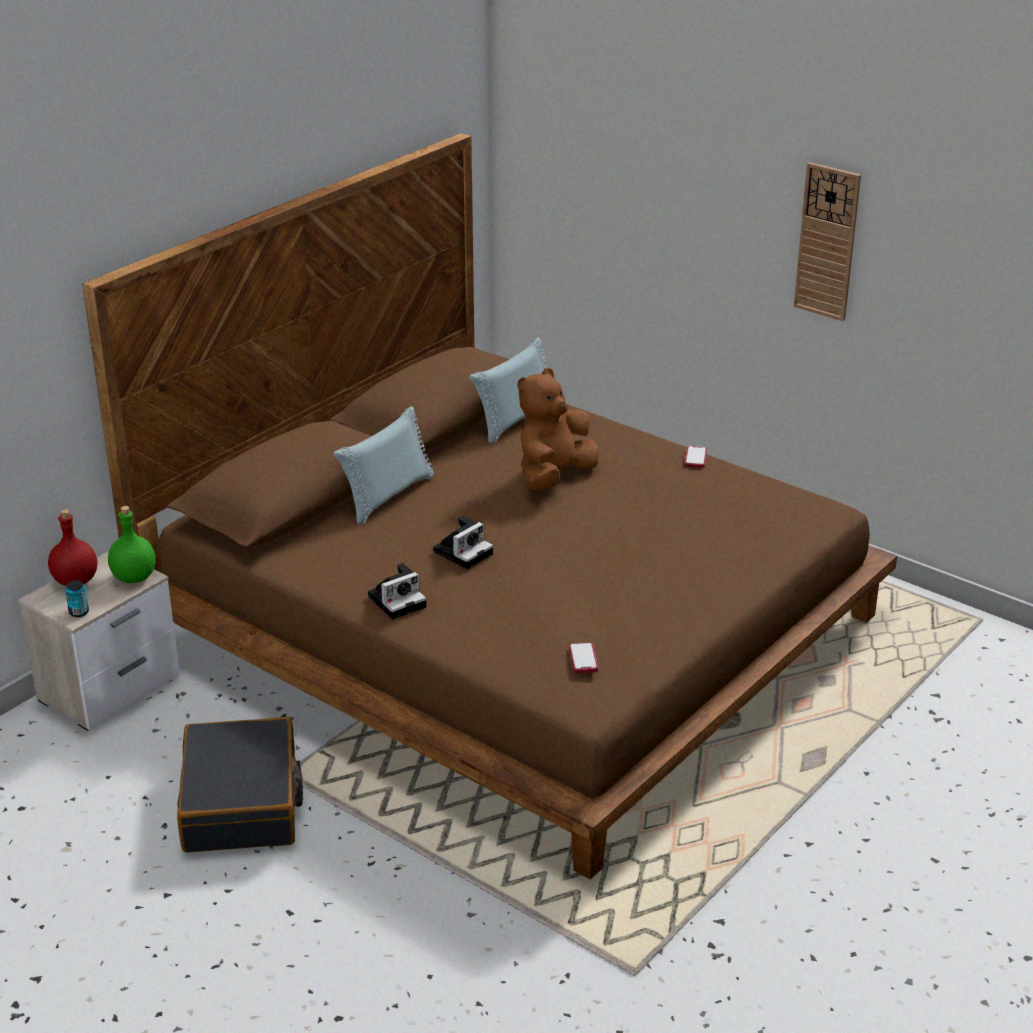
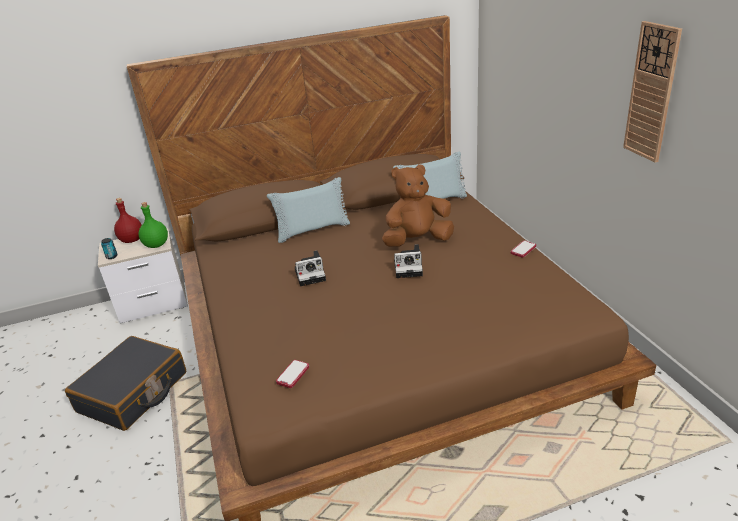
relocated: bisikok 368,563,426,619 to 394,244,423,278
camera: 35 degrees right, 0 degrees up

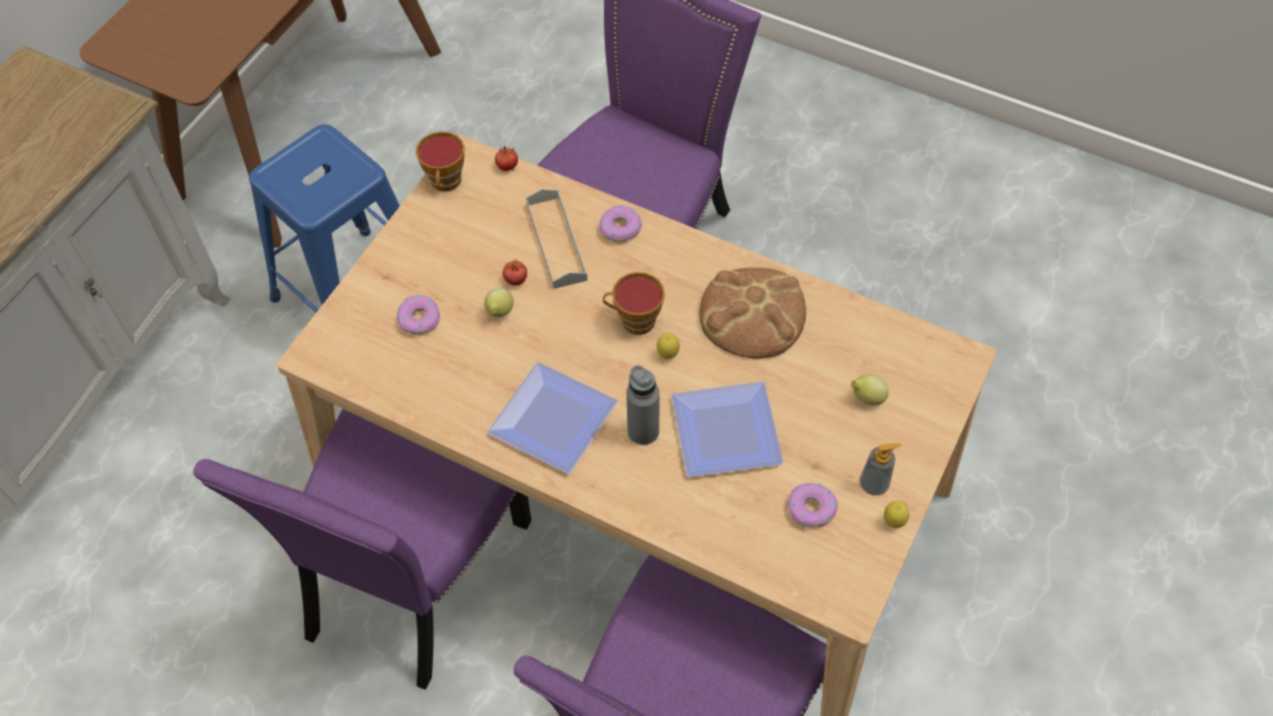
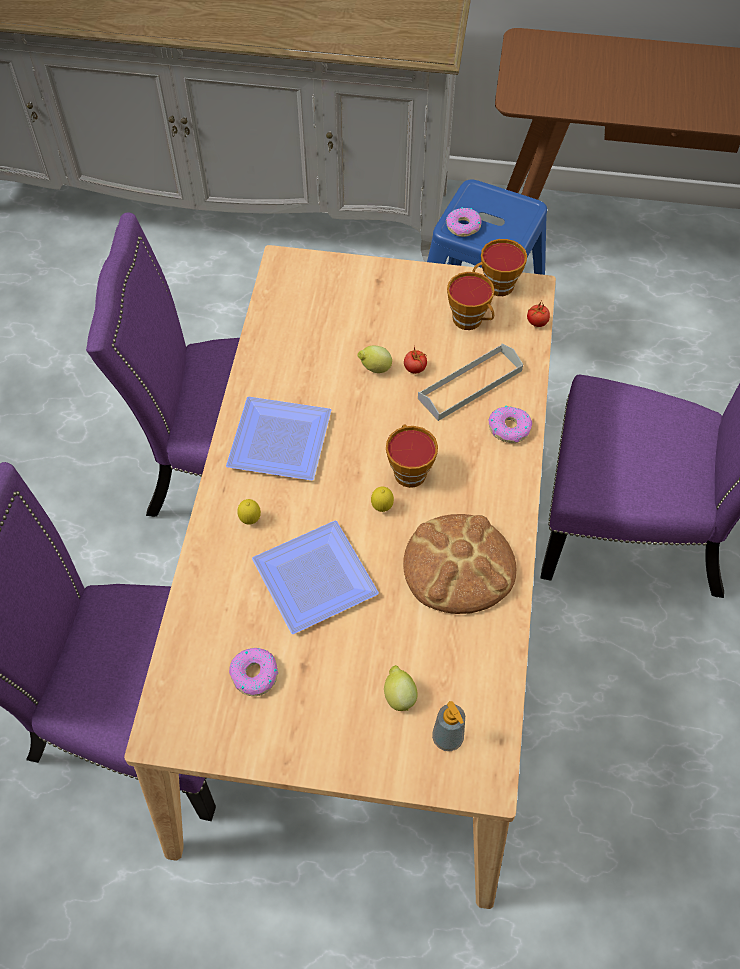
missing: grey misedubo 626,365,660,445
appeared: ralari 447,272,495,330
relocated: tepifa 397,295,440,335 to 446,207,482,237; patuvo 860,443,902,495 to 432,701,465,751; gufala 884,501,909,528 to 237,499,261,525
camera: 70 degrees right, 0 degrees up

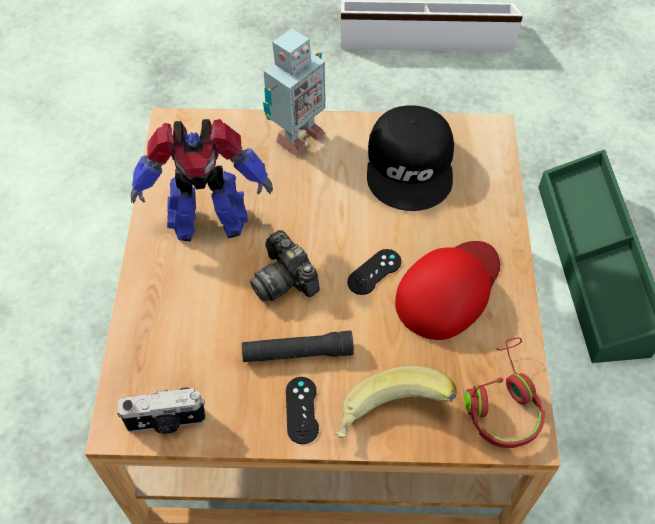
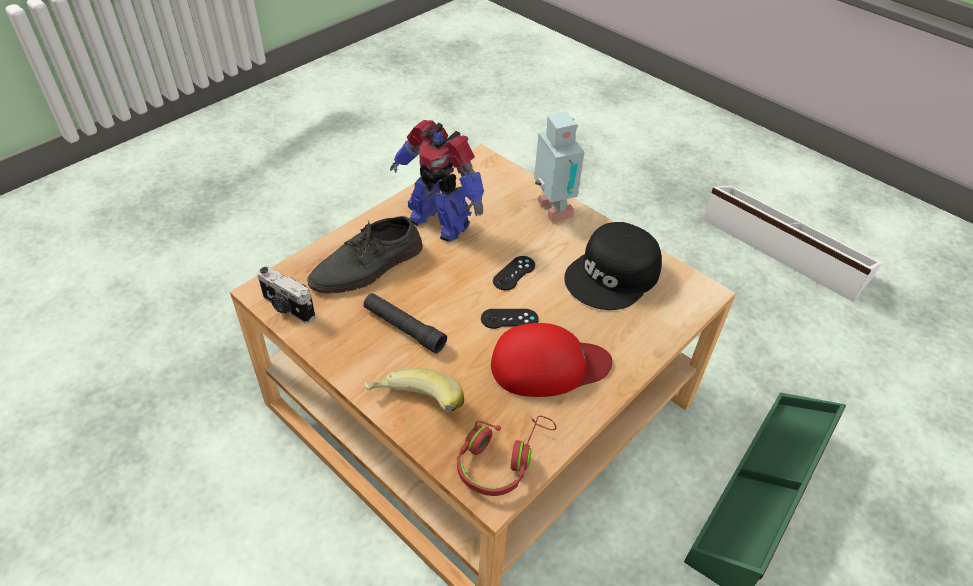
missing: bisikok 250,230,320,302
appeared: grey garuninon 307,216,423,293
relocated: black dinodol 286,377,319,444 to 493,256,535,290
spun: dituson 263,28,326,157 = 534,112,584,222 105 degrees counterclockwise
camera: 40 degrees right, 10 degrees down

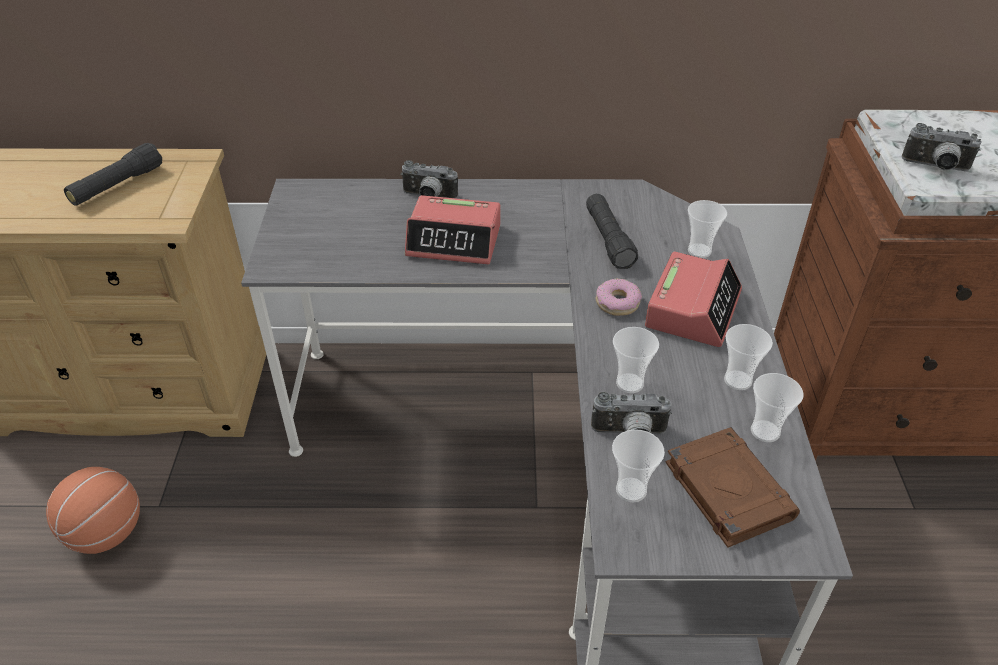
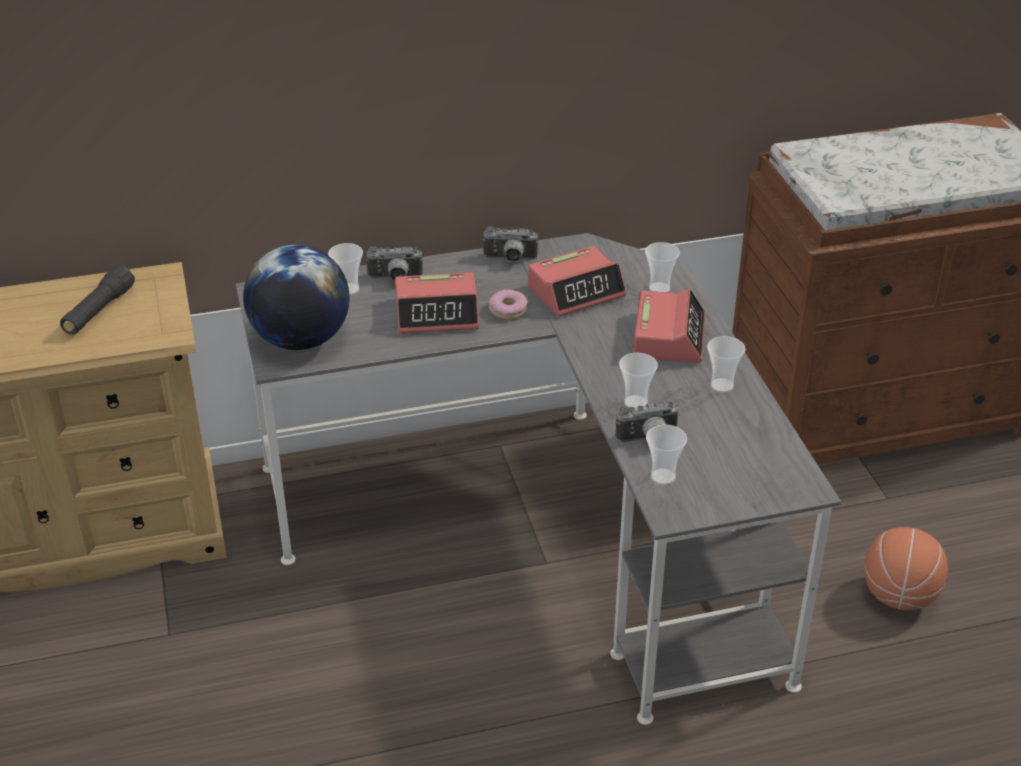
missing: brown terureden 665,427,800,548
appeared: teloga 243,245,350,350
relocated: bisikok 901,123,982,171 to 482,226,538,262; tepifa 596,278,642,316 to 489,289,528,320; ralari 751,373,804,442 to 328,243,363,295; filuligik 46,467,140,554 to 864,527,948,610
exchanged: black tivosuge 586,194,638,269 to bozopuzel 528,246,626,317
camera: 15 degrees left, 5 degrees down

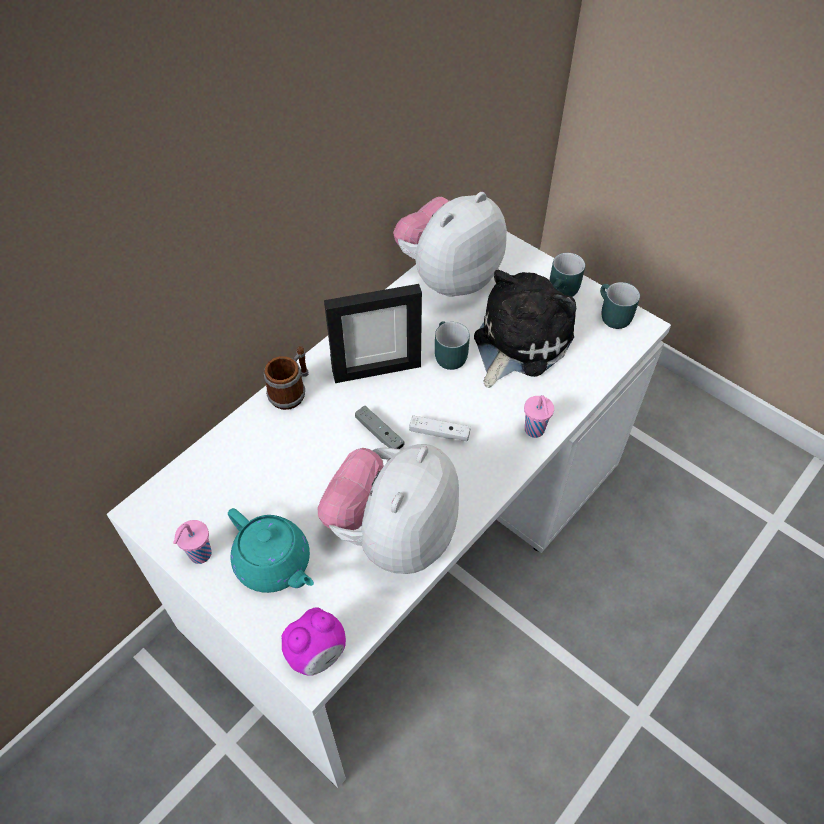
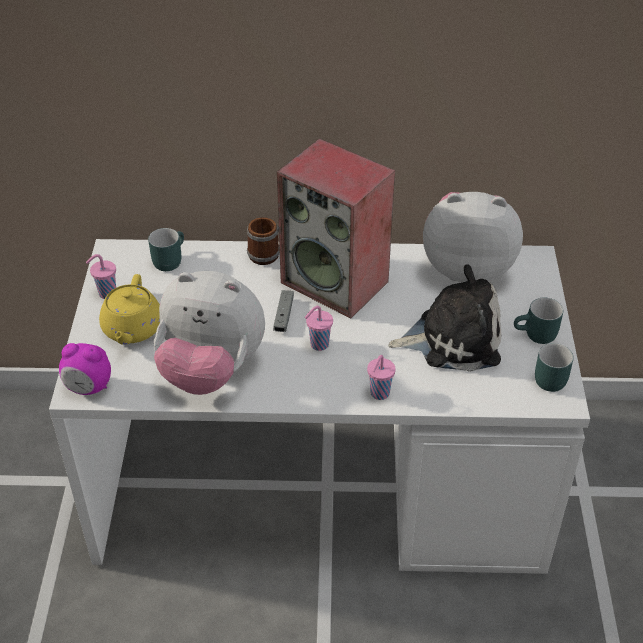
relocated: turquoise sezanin 435,321,470,370 to 148,228,184,271
exchanged: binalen 324,284,422,383 to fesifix 277,139,395,318; white dinodol 409,415,470,441 to pink ralari 305,306,333,351
colour: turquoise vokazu 228,508,314,593 to yellow vokazu 99,274,160,345
spun: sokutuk 318,444,459,574 = 154,271,265,395 150 degrees counterclockwise
camera: 50 degrees right, 10 degrees down

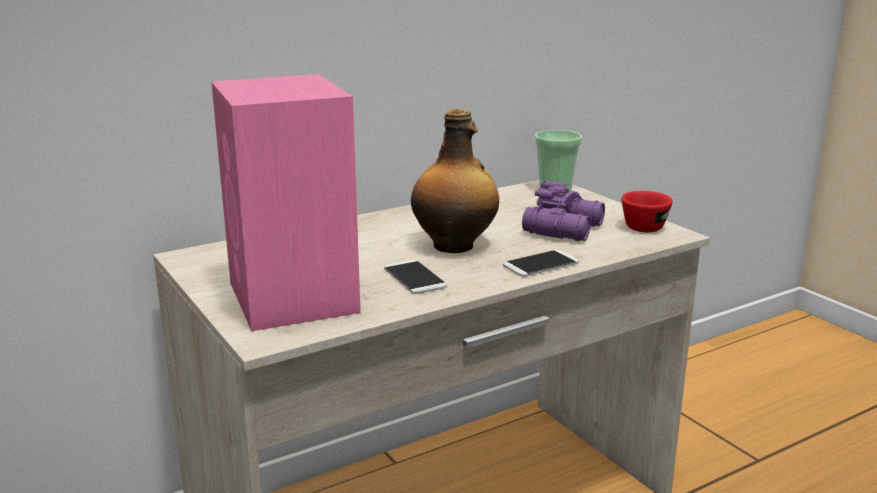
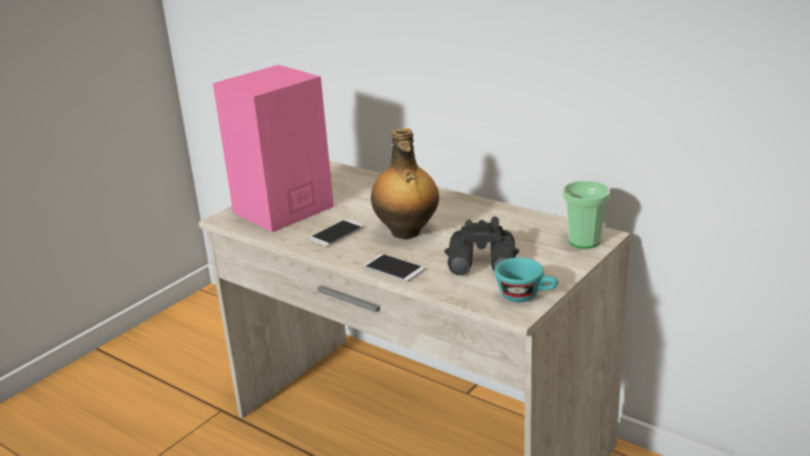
colour: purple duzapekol 522,181,605,241 to black duzapekol 444,216,519,275; red ralari 621,191,673,232 to turquoise ralari 495,258,558,302
camera: 70 degrees right, 5 degrees up

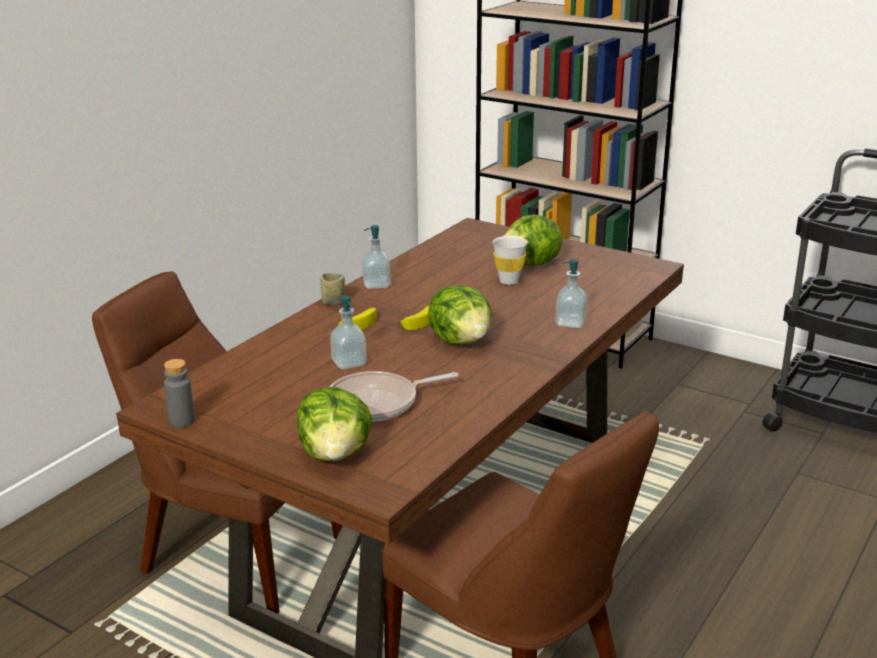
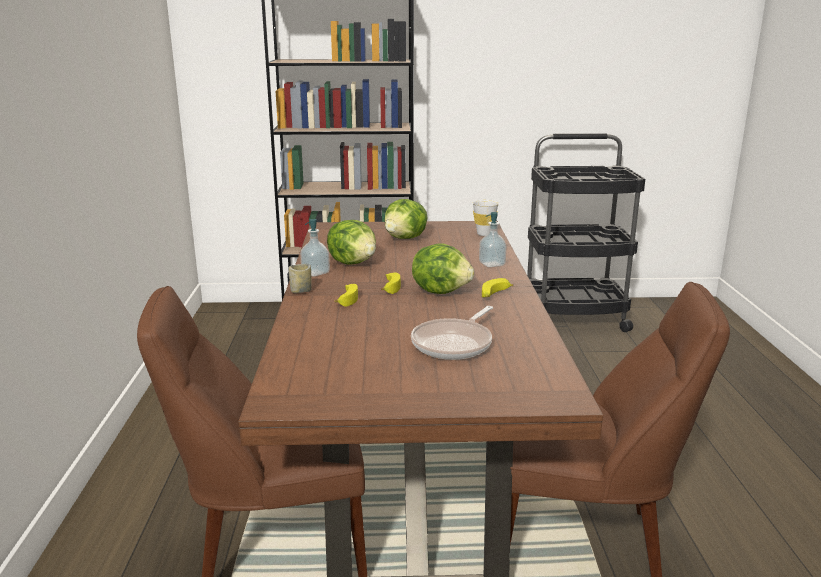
missing: patuvo 330,295,367,370; grey misedubo 164,359,195,428
appeared: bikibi 482,278,513,297
relocated: white ralari 493,236,528,285 to 473,200,499,236; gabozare 297,387,372,461 to 327,220,376,265
camera: 35 degrees left, 5 degrees down

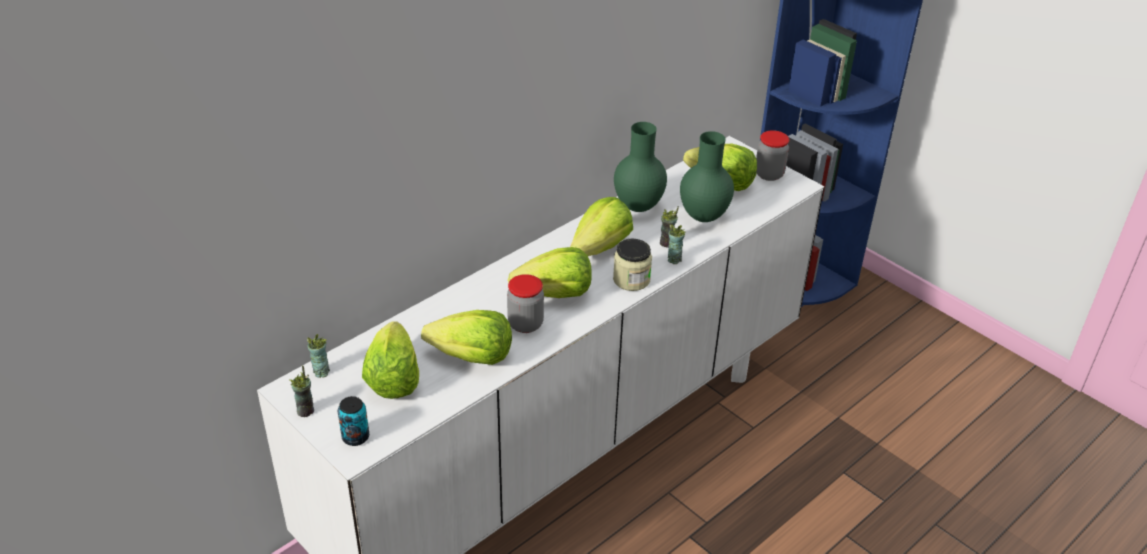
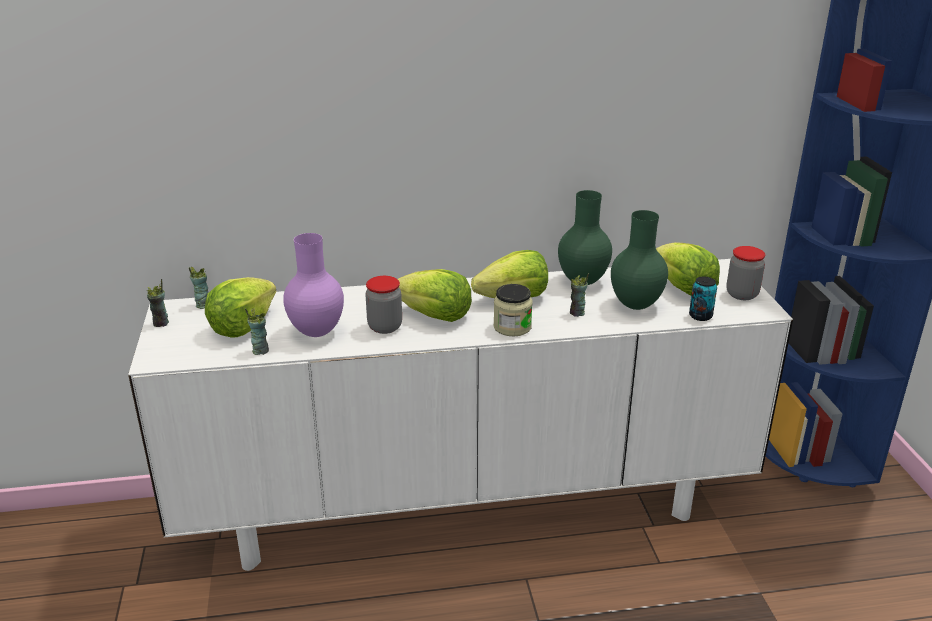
relocated: ralari 668,224,686,264 to 245,308,269,355; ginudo 338,396,369,446 to 689,276,717,321
exchanged: gabozare 421,310,512,365 to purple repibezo 283,233,344,337
camera: 35 degrees right, 10 degrees down

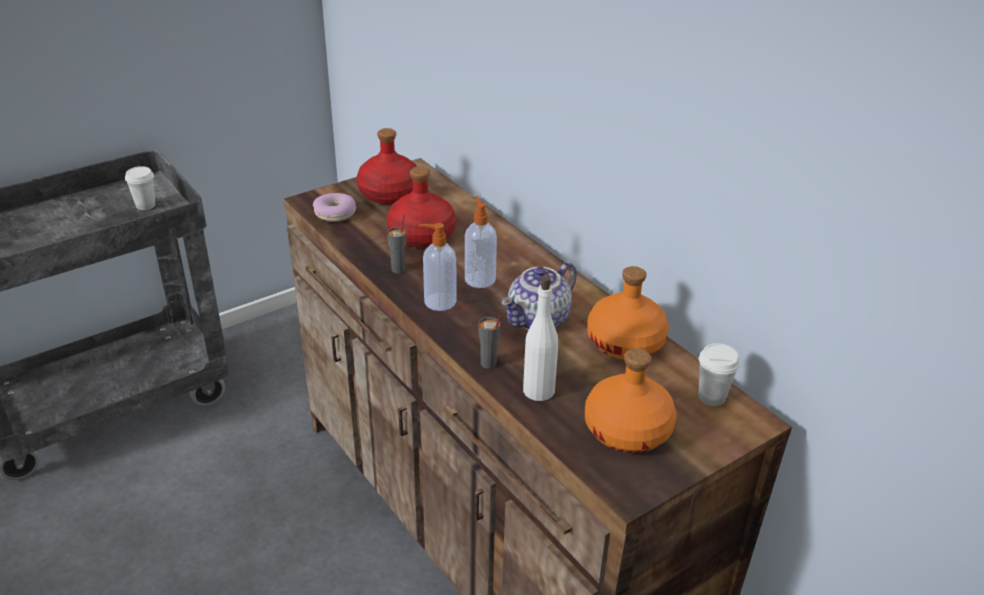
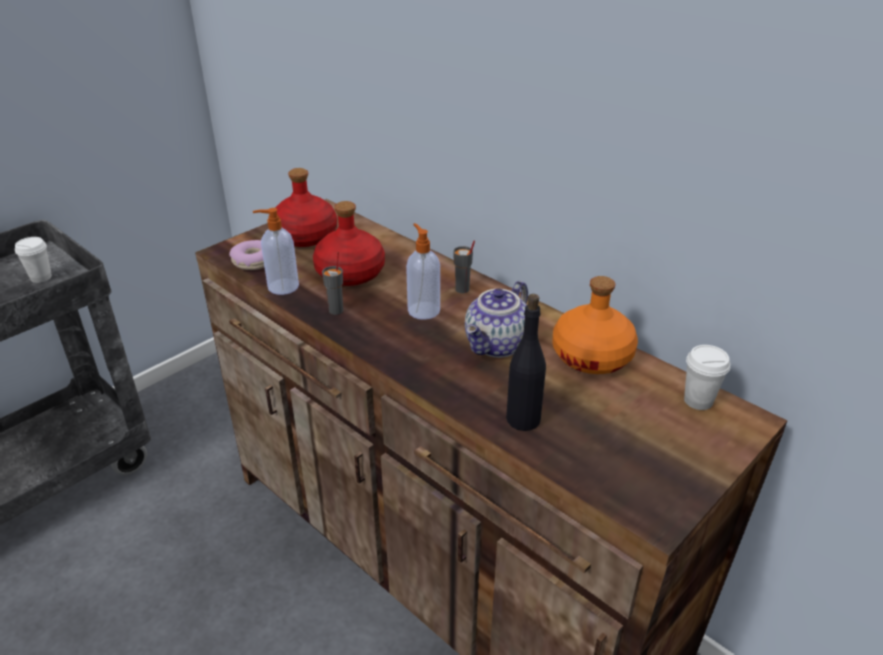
missing: orange misedubo 585,348,676,453
relocated: patuvo 419,223,457,311 to 253,208,299,295; grey ralari 478,315,501,369 to 453,241,475,293
colour: white misedubo 523,275,558,401 to black misedubo 506,294,546,431
camera: 10 degrees left, 0 degrees up

